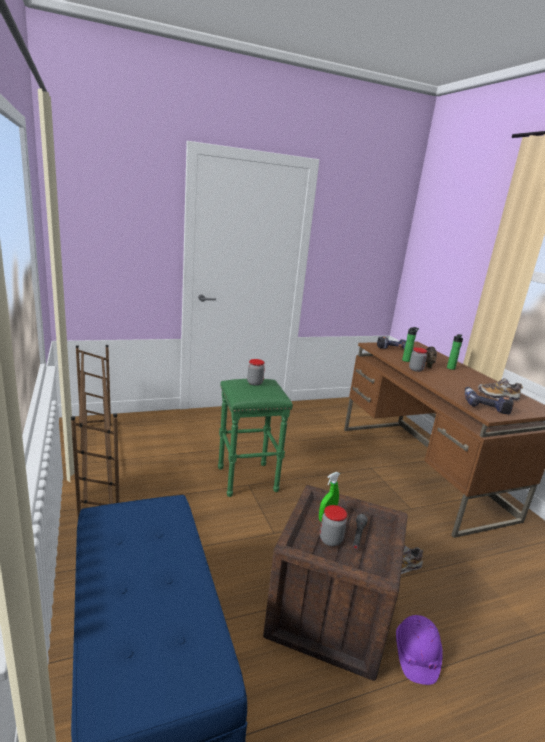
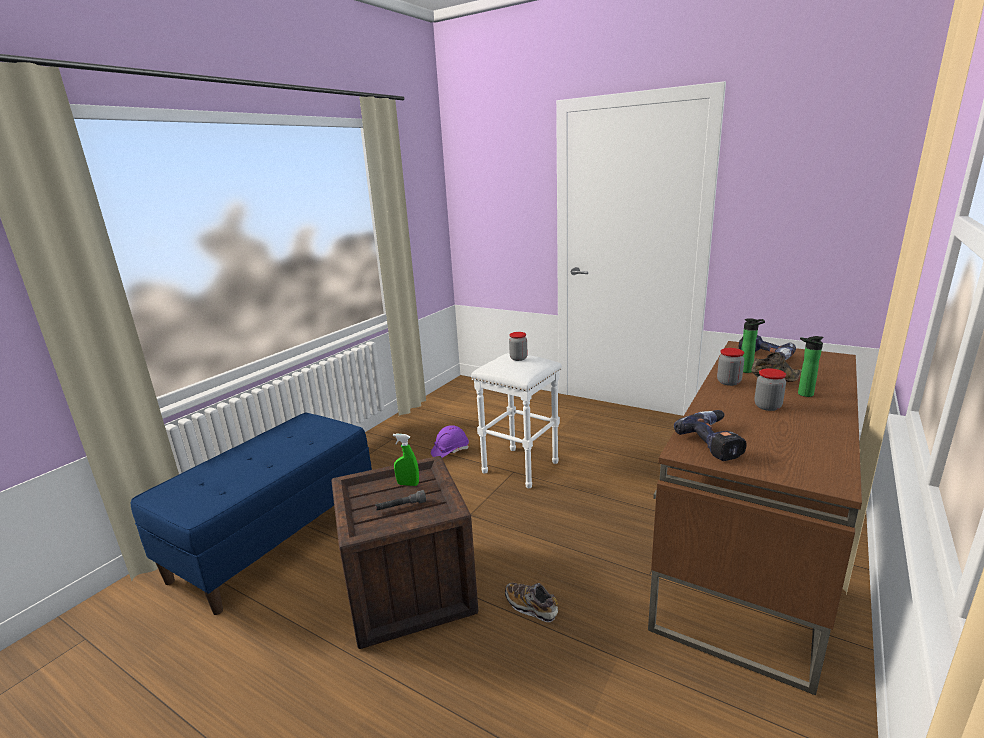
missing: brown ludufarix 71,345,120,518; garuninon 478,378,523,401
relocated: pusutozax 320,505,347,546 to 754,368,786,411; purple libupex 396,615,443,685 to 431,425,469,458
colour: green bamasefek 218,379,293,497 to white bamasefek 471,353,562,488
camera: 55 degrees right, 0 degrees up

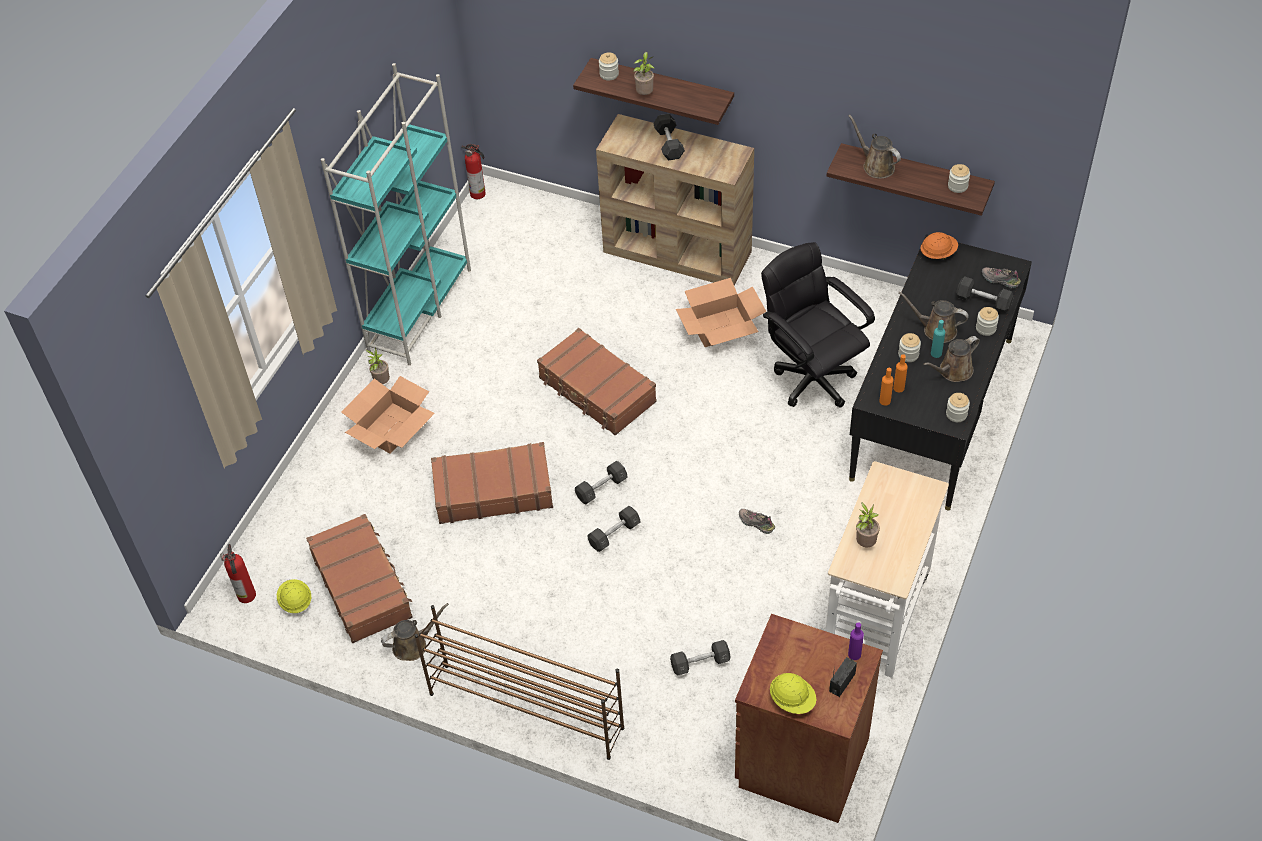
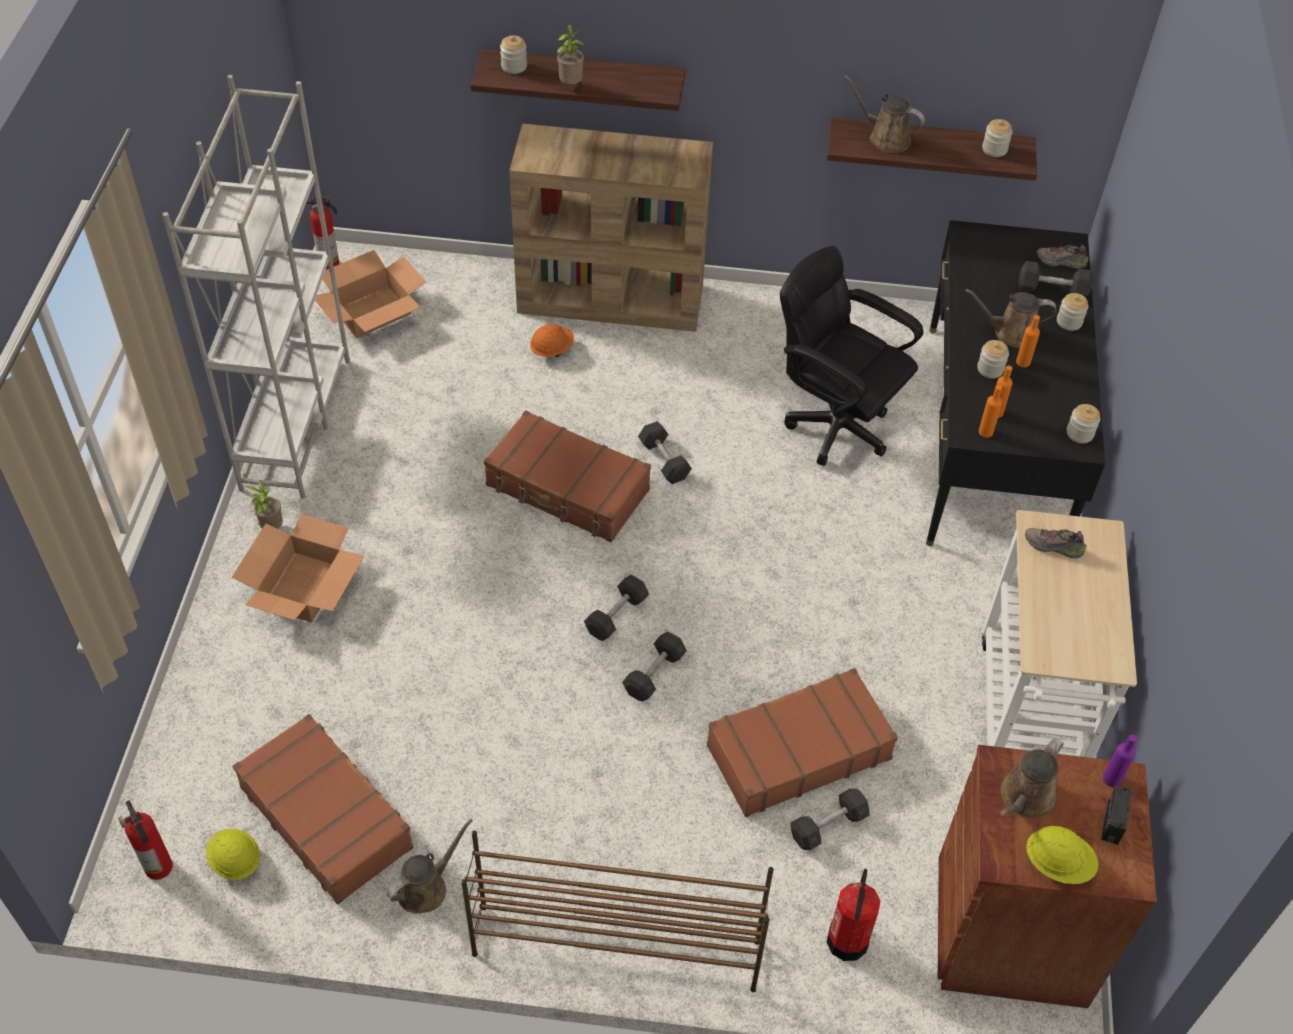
missing: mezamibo 856,502,880,547
appeared: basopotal 827,869,880,961
relocated: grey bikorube 653,114,685,160 to 638,421,692,484; orange libupex 920,232,958,260 to 530,324,574,357; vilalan 676,278,767,347 to 315,250,426,338; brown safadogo 924,336,980,382 to 999,738,1064,818; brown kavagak 431,442,553,524 to 707,668,898,817; garuninon 739,509,775,534 to 1025,528,1086,558
colour: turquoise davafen 321,63,471,365 to white davafen 162,75,350,499; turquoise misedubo 931,320,945,358 to orange misedubo 1016,315,1040,367
camera: 20 degrees left, 0 degrees up

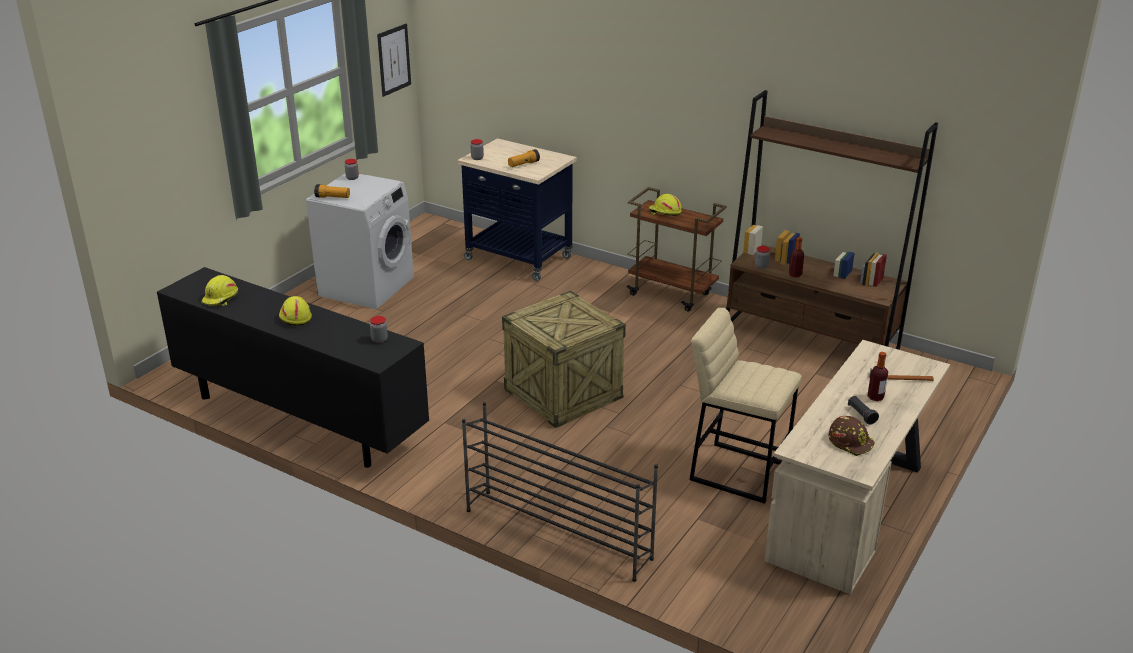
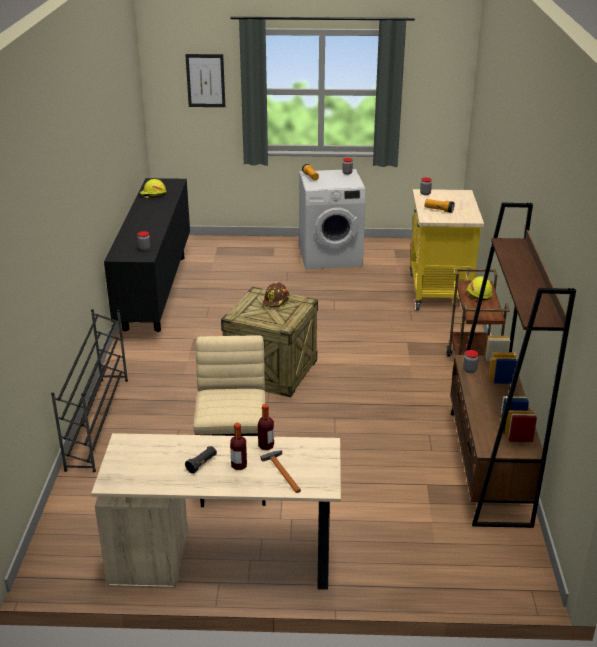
missing: yellow libupex 279,296,312,326
relocated: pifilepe 377,23,411,97 to 185,54,225,107; misedubo 789,237,804,278 to 258,404,274,450; brown libupex 828,416,875,456 to 263,282,290,307
colour: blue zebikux 457,138,577,281 to yellow zebikux 410,189,484,311
camera: 60 degrees right, 0 degrees up

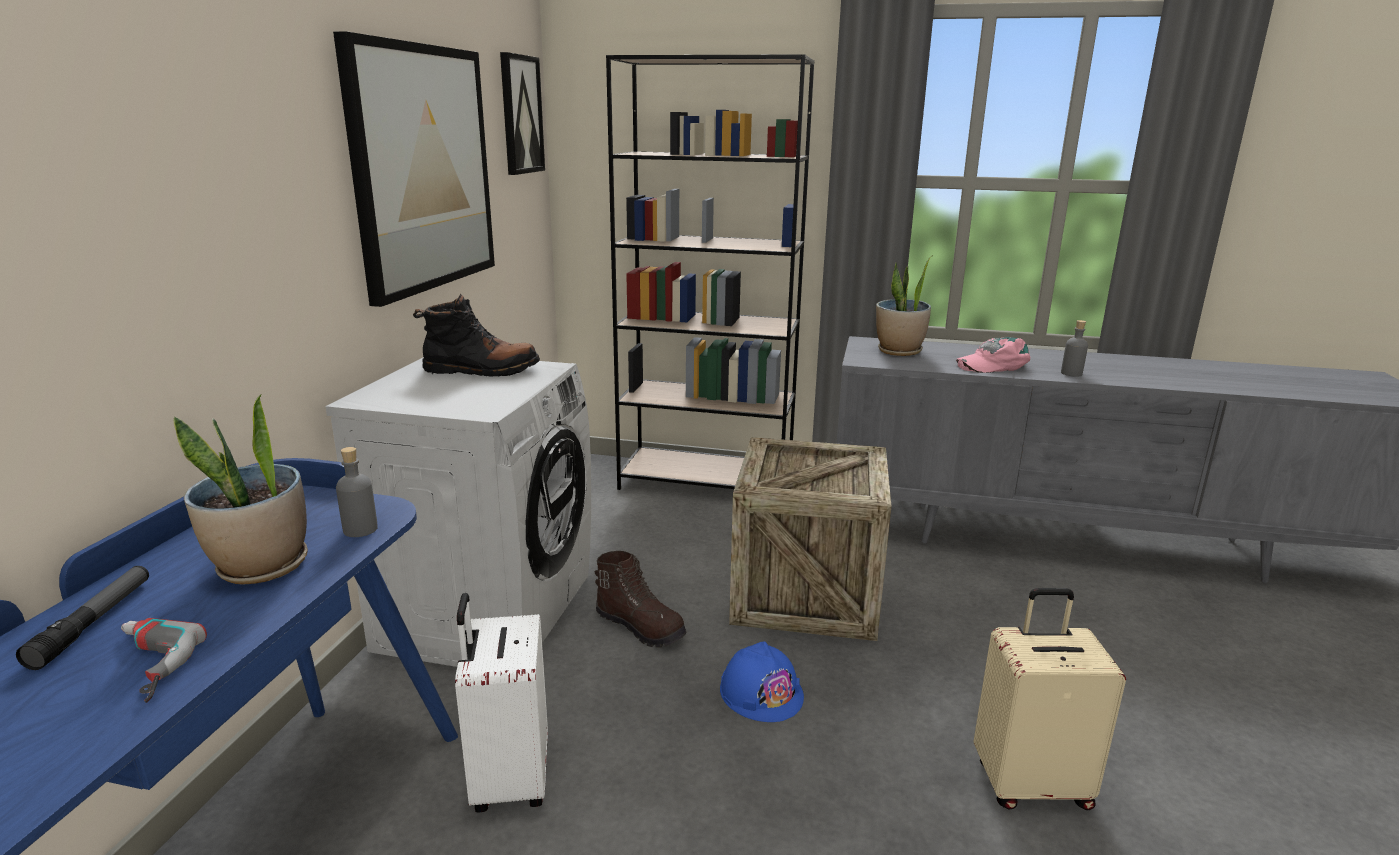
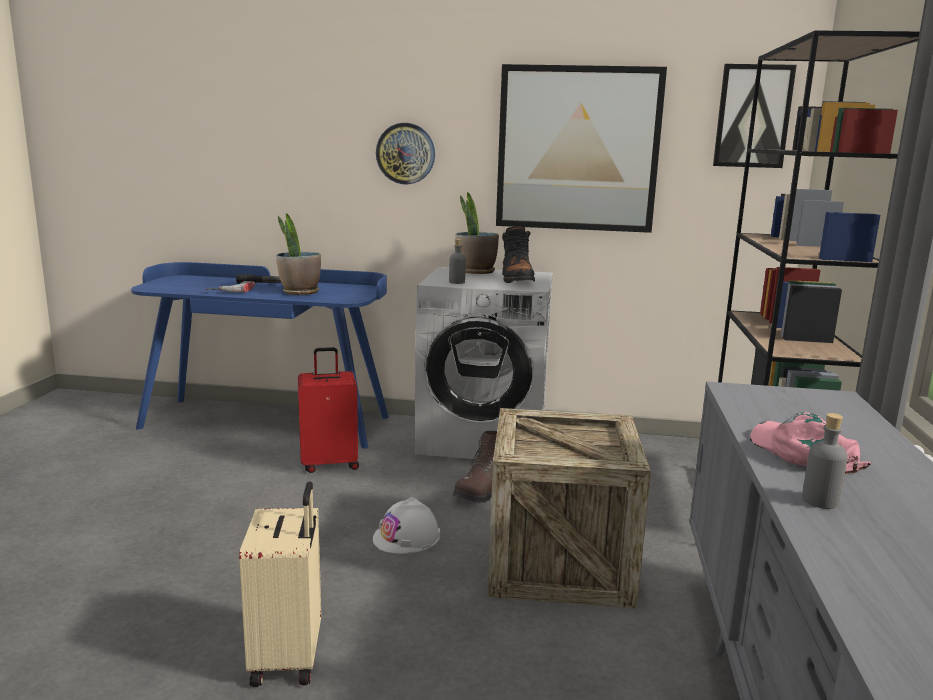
appeared: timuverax 376,123,435,184
relocated: mezamibo 876,255,933,356 to 455,192,499,274; grey misedubo 336,447,378,537 to 449,239,466,284
colour: white kavagak 455,593,548,812 to red kavagak 298,347,359,473; blue libupex 720,641,804,722 to white libupex 373,497,440,554
camera: 85 degrees right, 5 degrees down

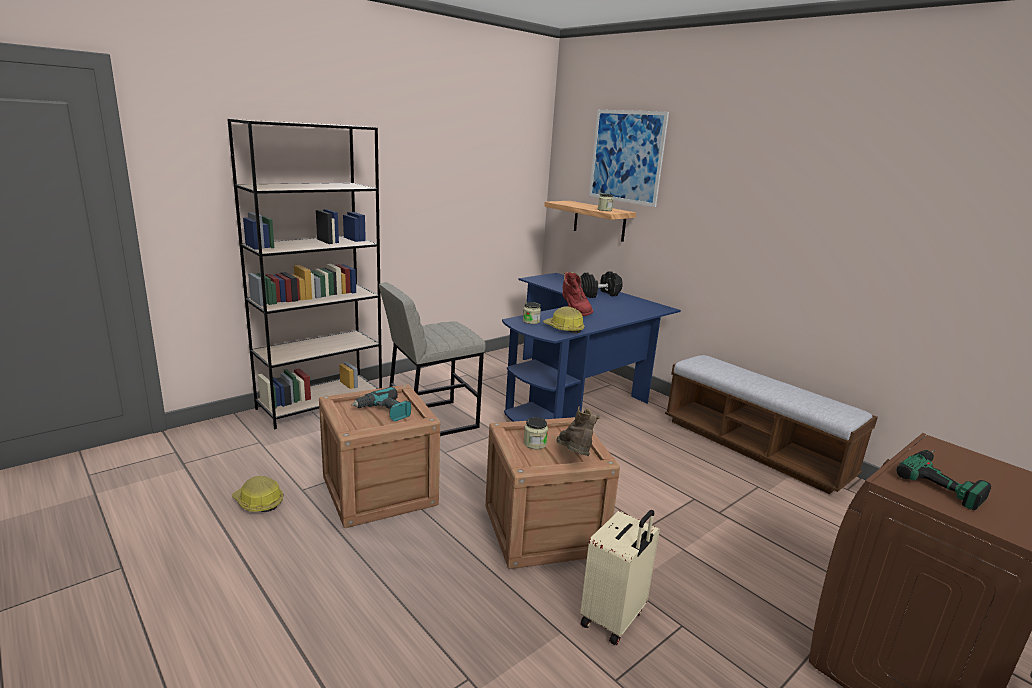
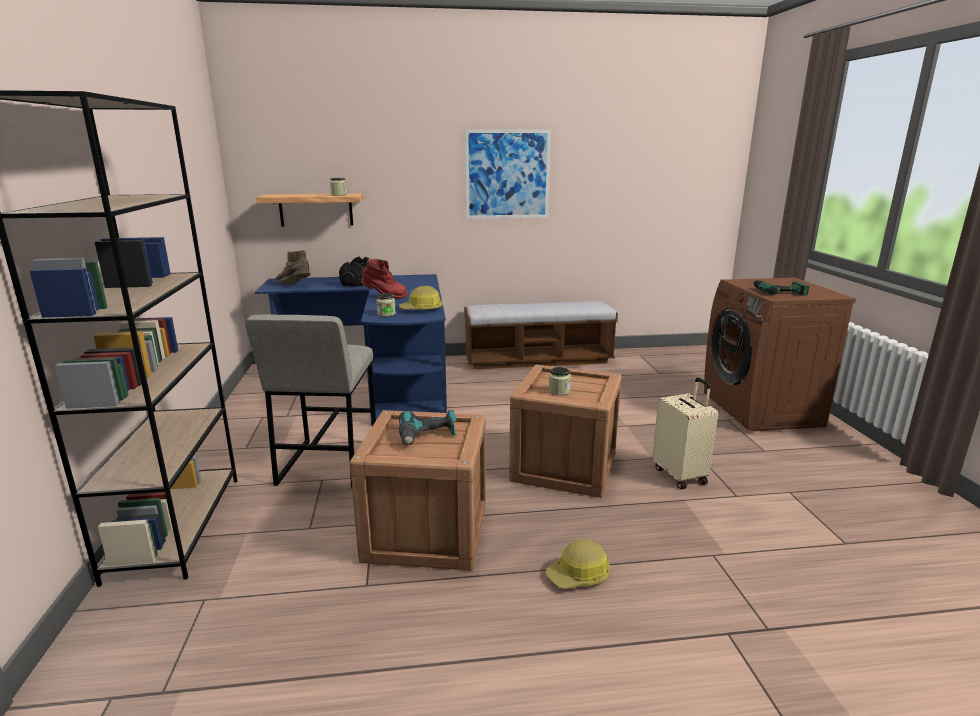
relocated: pifilepe 589,110,669,207 to 465,129,551,219; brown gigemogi 556,406,600,456 to 275,250,310,284; libupex 232,476,283,512 to 545,539,610,589
camera: 55 degrees left, 0 degrees up

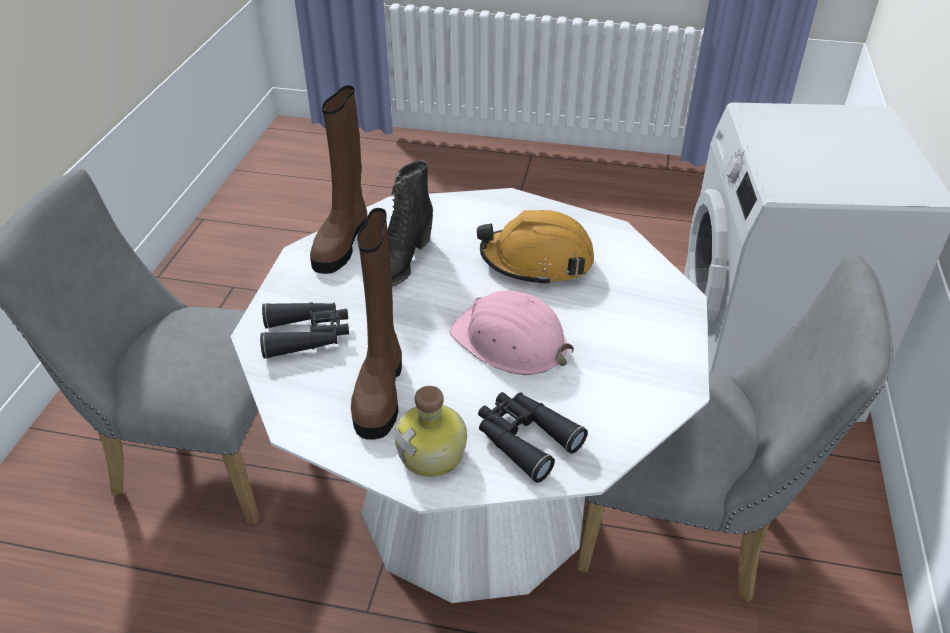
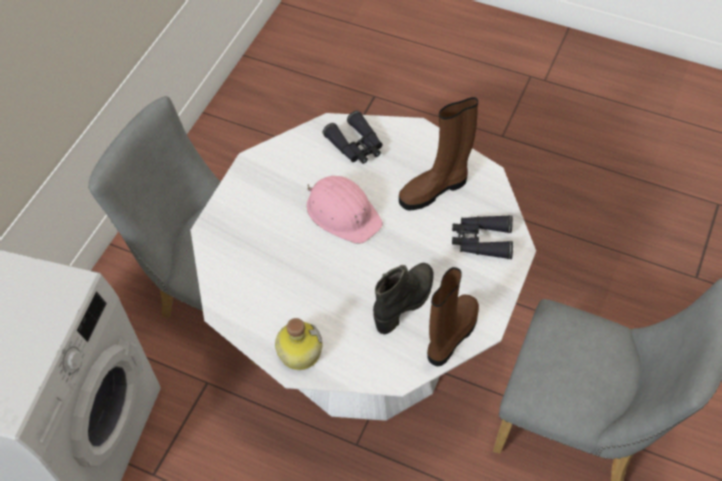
missing: orange libupex 477,210,594,286
relocated: misedubo 394,386,467,477 to 275,318,322,370
spun: brown gigemogi 351,208,402,440 = 399,97,478,210 135 degrees counterclockwise
camera: 165 degrees left, 15 degrees up

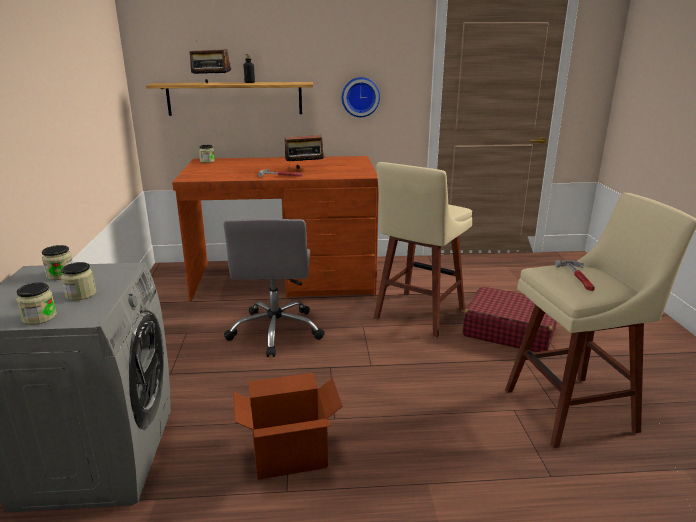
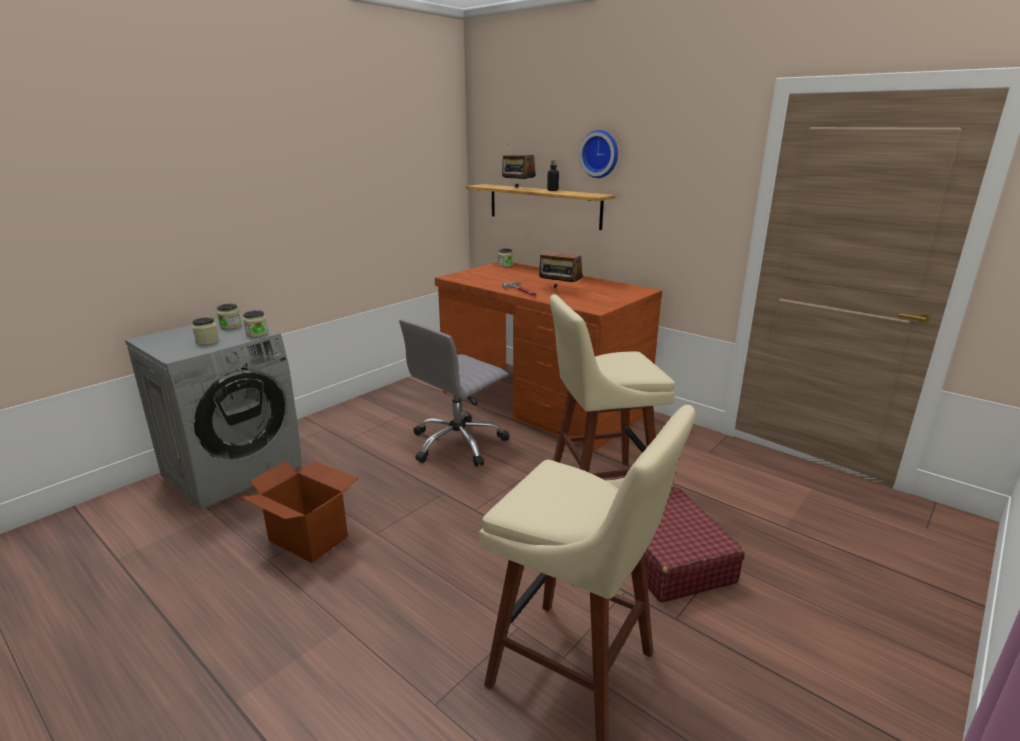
missing: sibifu 555,260,595,291
relocated: timuverax 342,77,380,117 to 579,130,618,178; pusutozax 16,282,57,325 to 243,310,268,337
camera: 45 degrees right, 0 degrees up

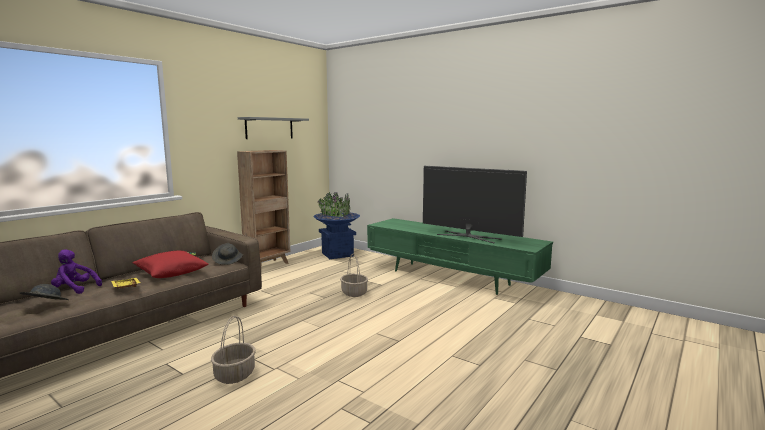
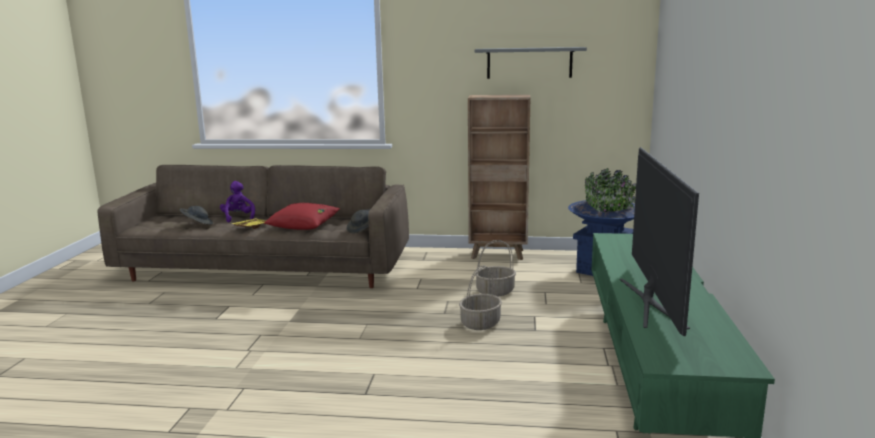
relocated: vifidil 211,316,255,384 to 475,240,516,297
camera: 60 degrees right, 5 degrees up

